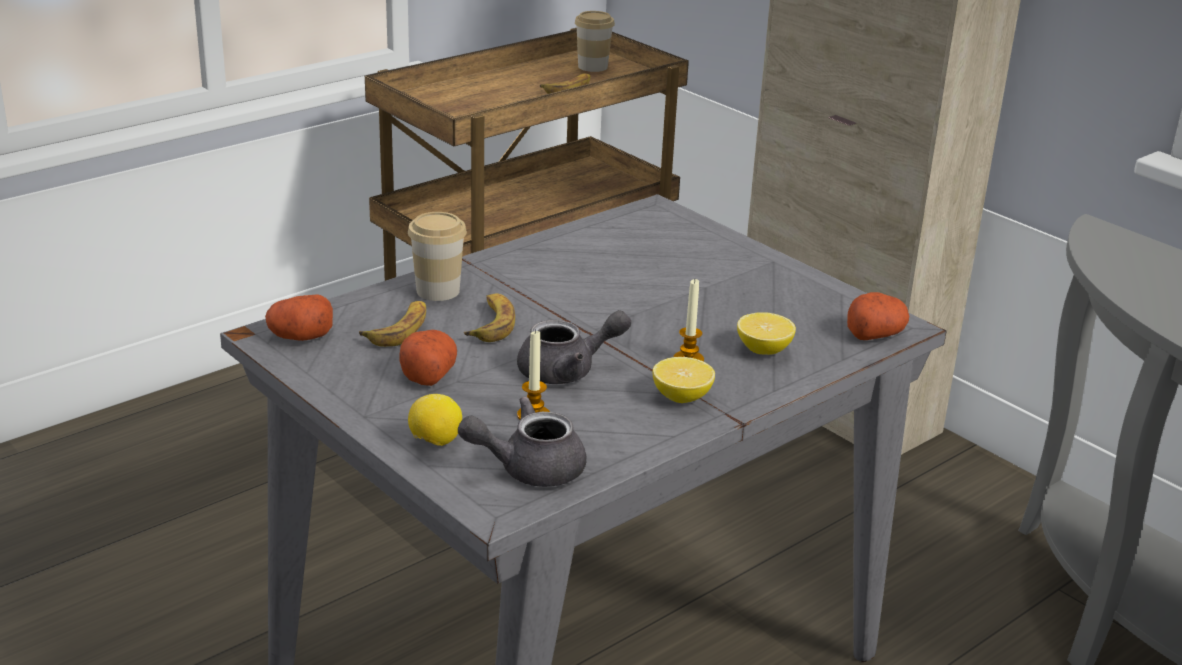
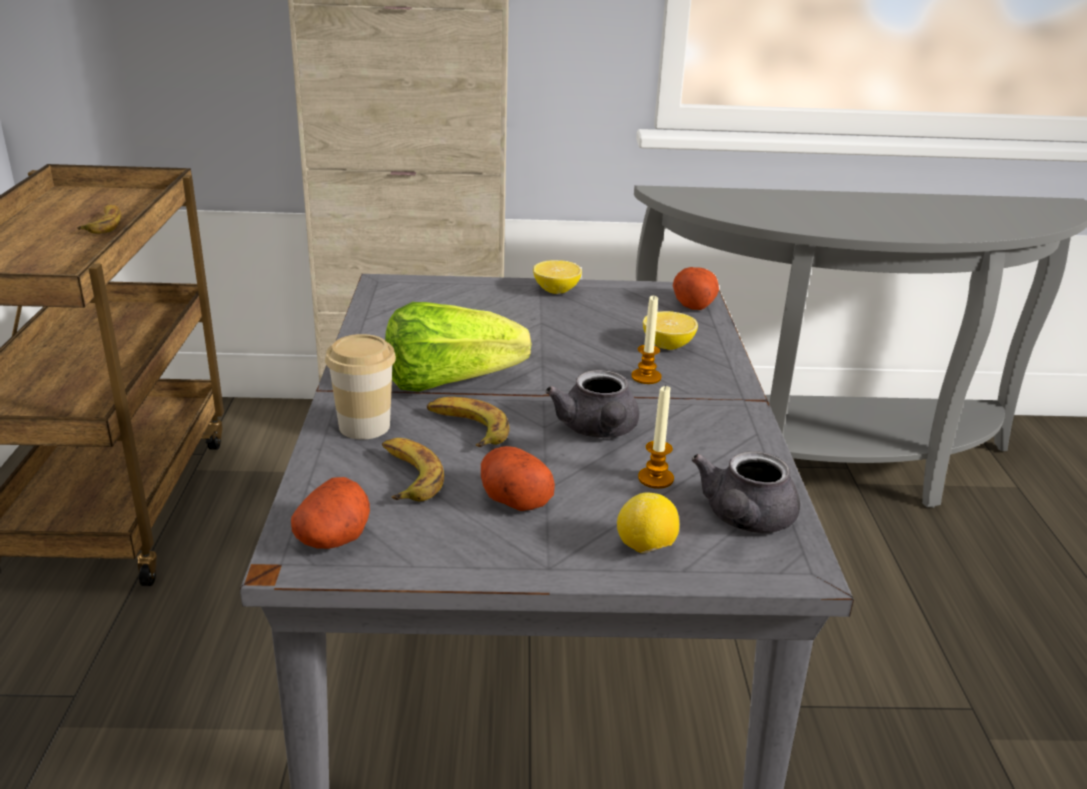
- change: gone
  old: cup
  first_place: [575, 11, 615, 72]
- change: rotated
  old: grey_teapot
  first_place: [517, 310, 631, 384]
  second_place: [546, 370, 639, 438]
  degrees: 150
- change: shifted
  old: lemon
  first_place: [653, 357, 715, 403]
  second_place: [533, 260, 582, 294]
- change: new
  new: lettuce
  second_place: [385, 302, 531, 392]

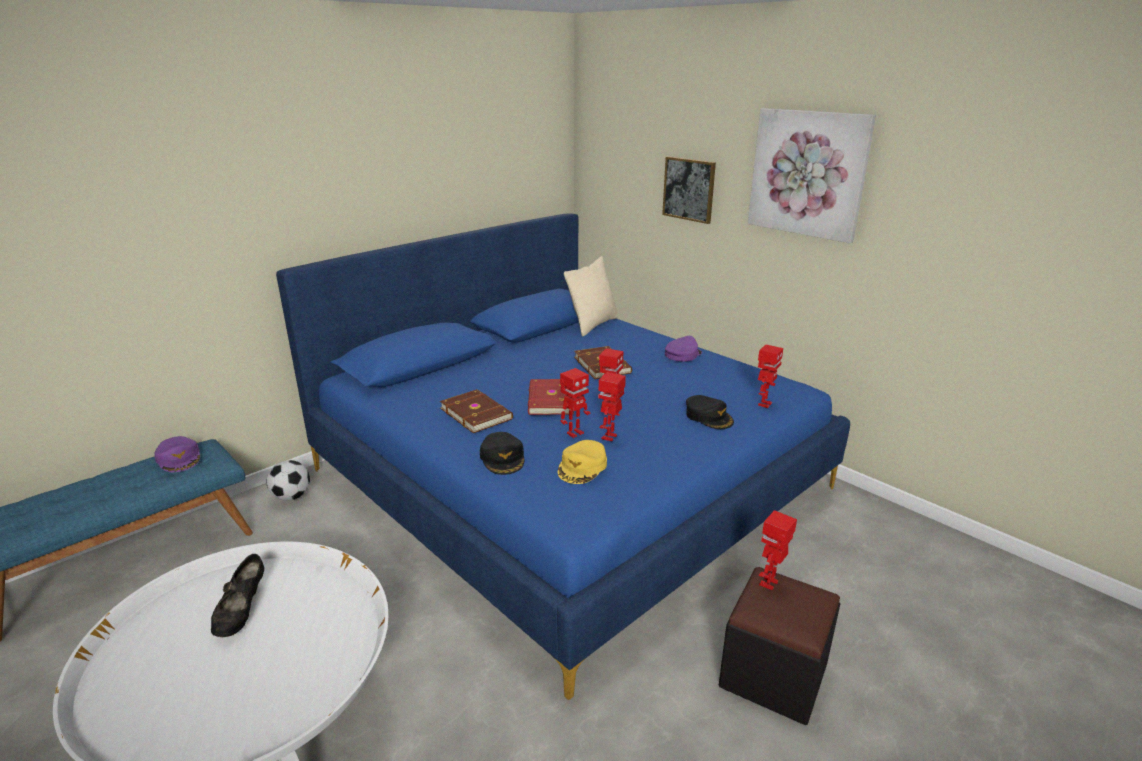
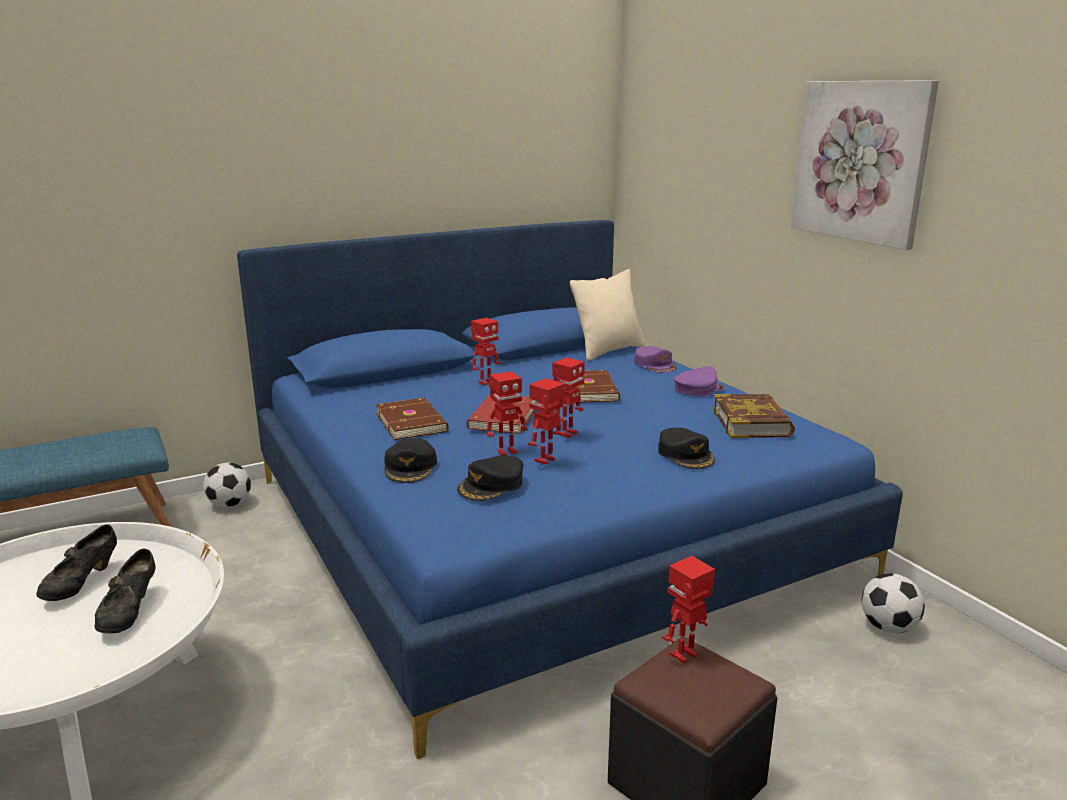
- change: gone
  old: picture
  first_place: [662, 156, 716, 224]
- change: shifted
  old: toy_robot
  first_place: [758, 344, 783, 408]
  second_place: [471, 318, 501, 386]
- change: shifted
  old: purple_cap
  first_place: [155, 436, 200, 472]
  second_place: [634, 346, 677, 373]
- change: repainted
  old: yellow_cap
  new: black_cap
  first_place: [558, 440, 607, 484]
  second_place: [457, 455, 523, 501]
- change: new
  new: book
  second_place: [713, 394, 795, 438]
- change: new
  new: black_shoe
  second_place: [94, 549, 155, 634]
- change: new
  new: football
  second_place: [861, 573, 925, 633]

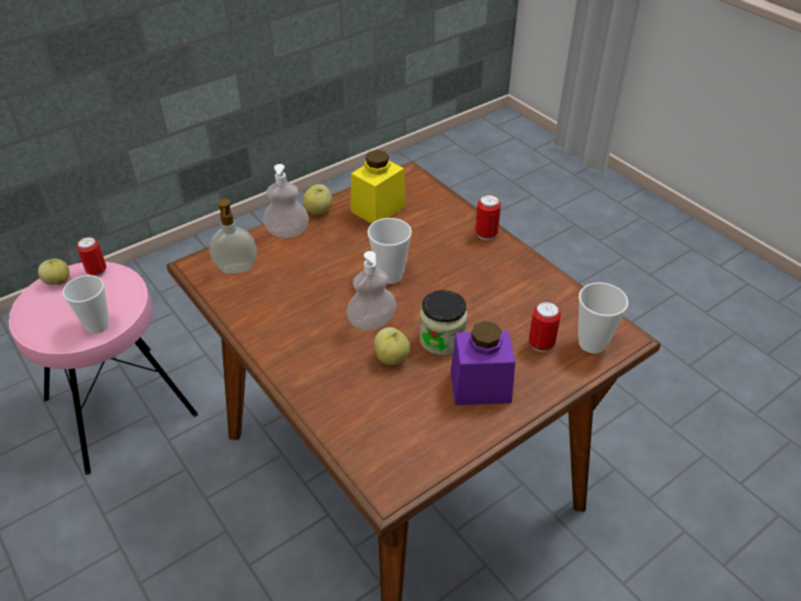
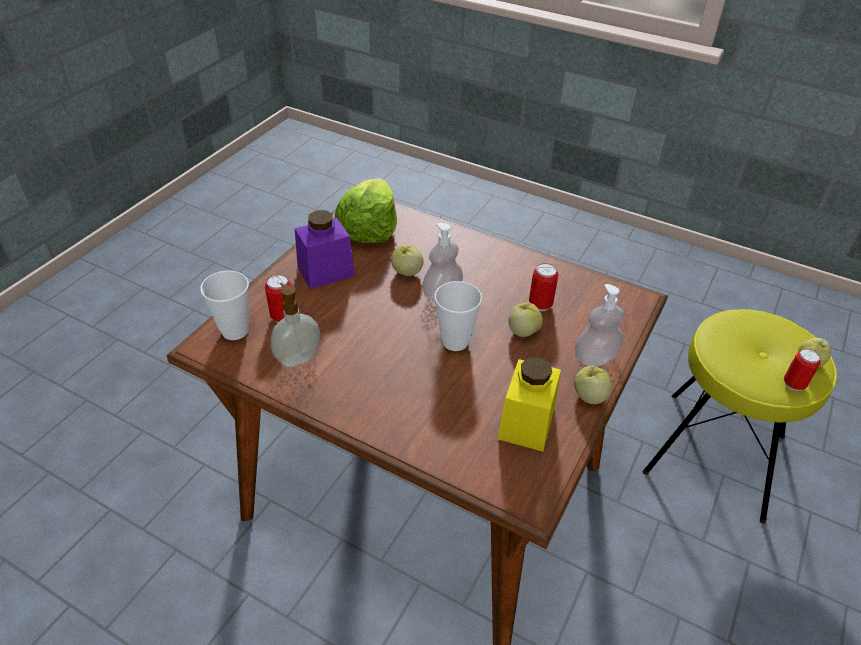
- change: shifted
  old: can
  first_place: [475, 194, 501, 240]
  second_place: [529, 263, 558, 311]
- change: shifted
  old: soap_dispenser
  first_place: [209, 199, 257, 274]
  second_place: [271, 283, 320, 367]
- change: repainted
  old: pink_stool
  new: yellow_stool
  first_place: [9, 262, 198, 475]
  second_place: [643, 309, 837, 524]
- change: gone
  old: cup
  first_place: [63, 275, 109, 334]
- change: gone
  old: jar
  first_place: [419, 290, 468, 355]
- change: new
  new: lettuce
  second_place: [335, 178, 397, 243]
- change: new
  new: apple
  second_place: [509, 303, 543, 337]

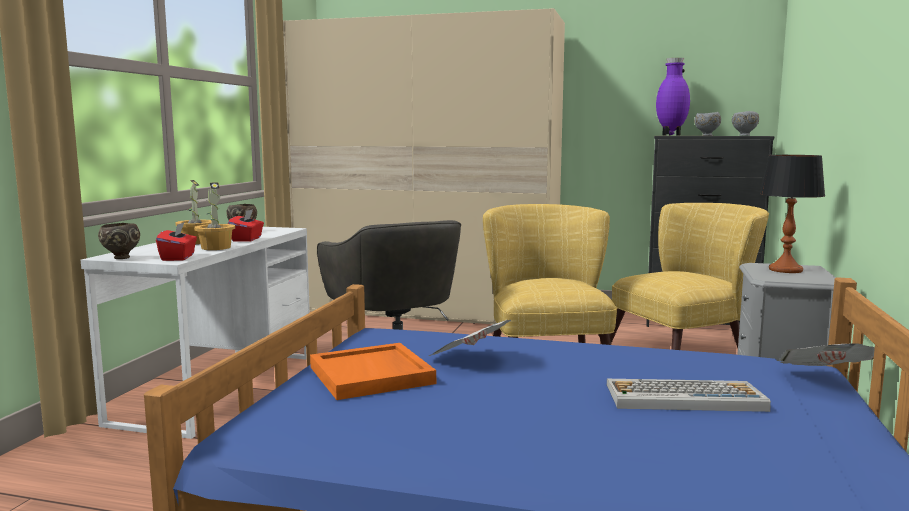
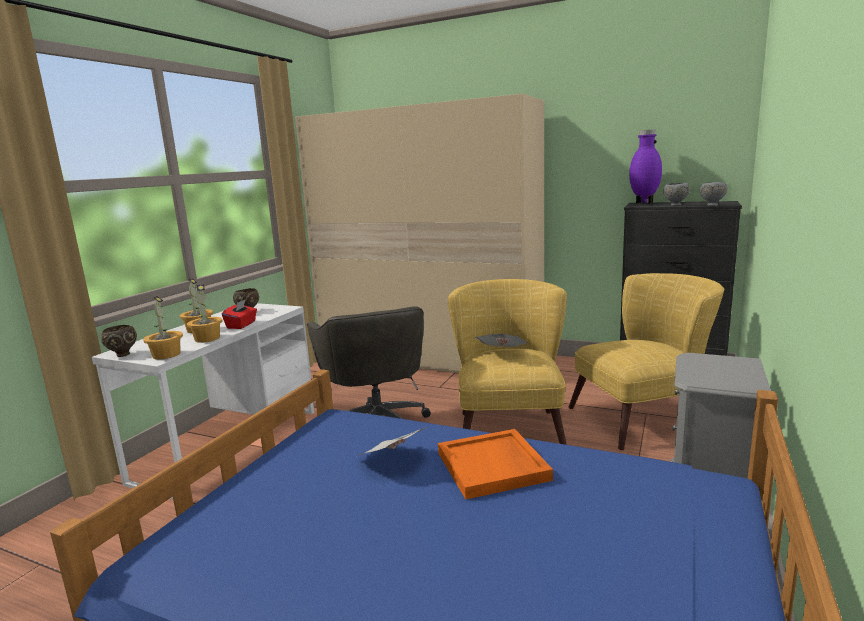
- change: gone
  old: table_lamp
  first_place: [760, 155, 825, 273]
- change: swapped
  old: red_tissue_box
  new: potted_plant
  first_place: [156, 222, 197, 261]
  second_place: [143, 296, 183, 360]
- change: shifted
  old: orange_tray
  first_place: [310, 343, 436, 400]
  second_place: [438, 429, 553, 499]
- change: shifted
  old: newspaper
  first_place: [780, 343, 875, 366]
  second_place: [474, 334, 528, 347]
- change: gone
  old: keyboard
  first_place: [607, 379, 771, 412]

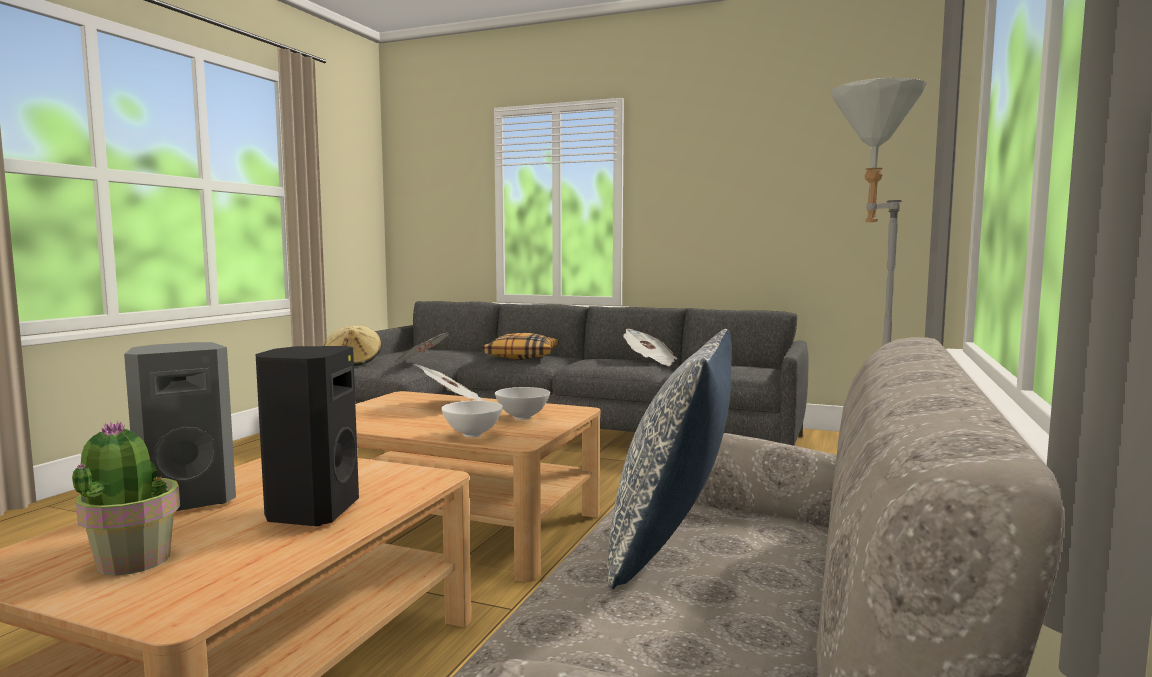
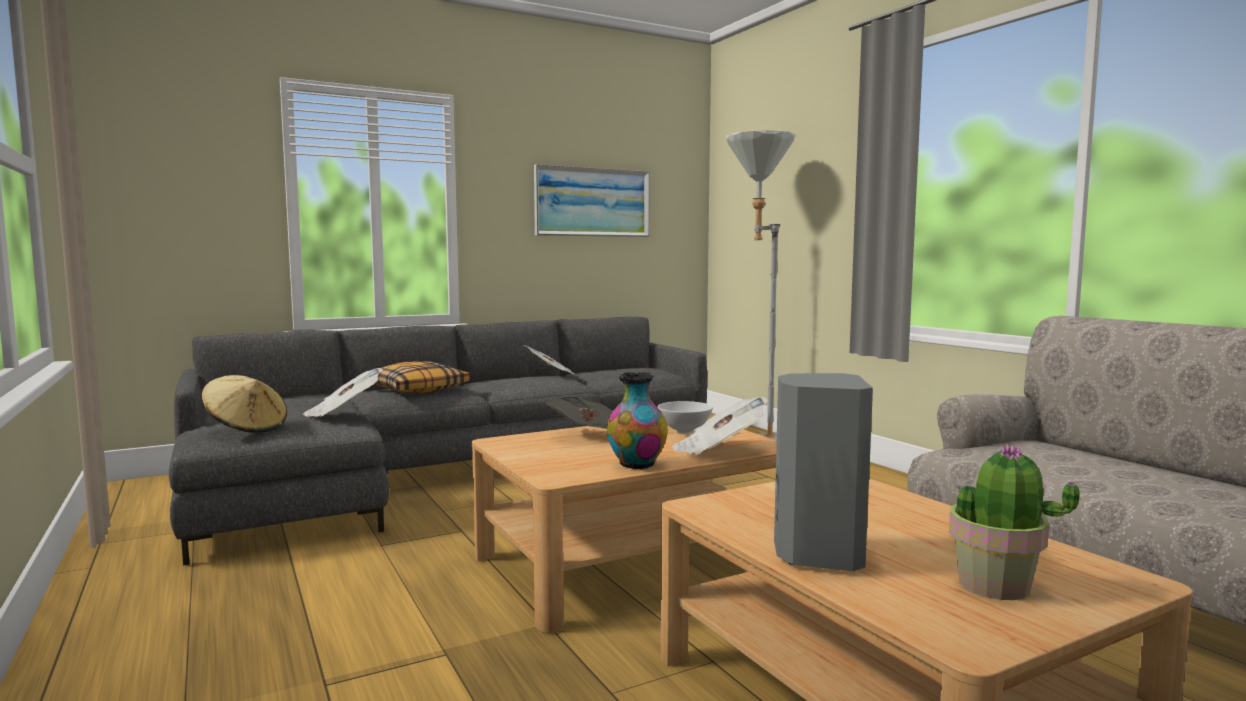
- change: gone
  old: pillow
  first_place: [607, 329, 732, 589]
- change: gone
  old: black_speaker
  first_place: [256, 346, 359, 526]
- change: swapped
  old: white_bowl
  new: newspaper
  first_place: [441, 401, 503, 437]
  second_place: [672, 397, 768, 455]
- change: new
  new: picture
  second_place: [534, 164, 650, 237]
- change: new
  new: vase
  second_place: [607, 372, 668, 470]

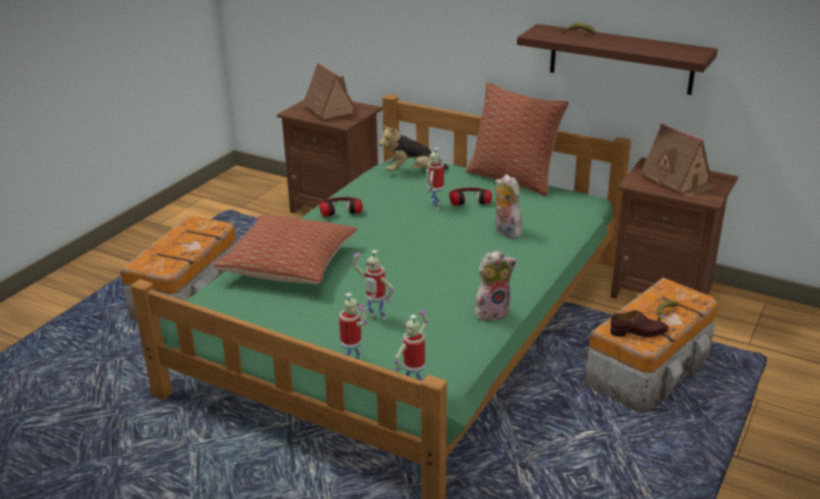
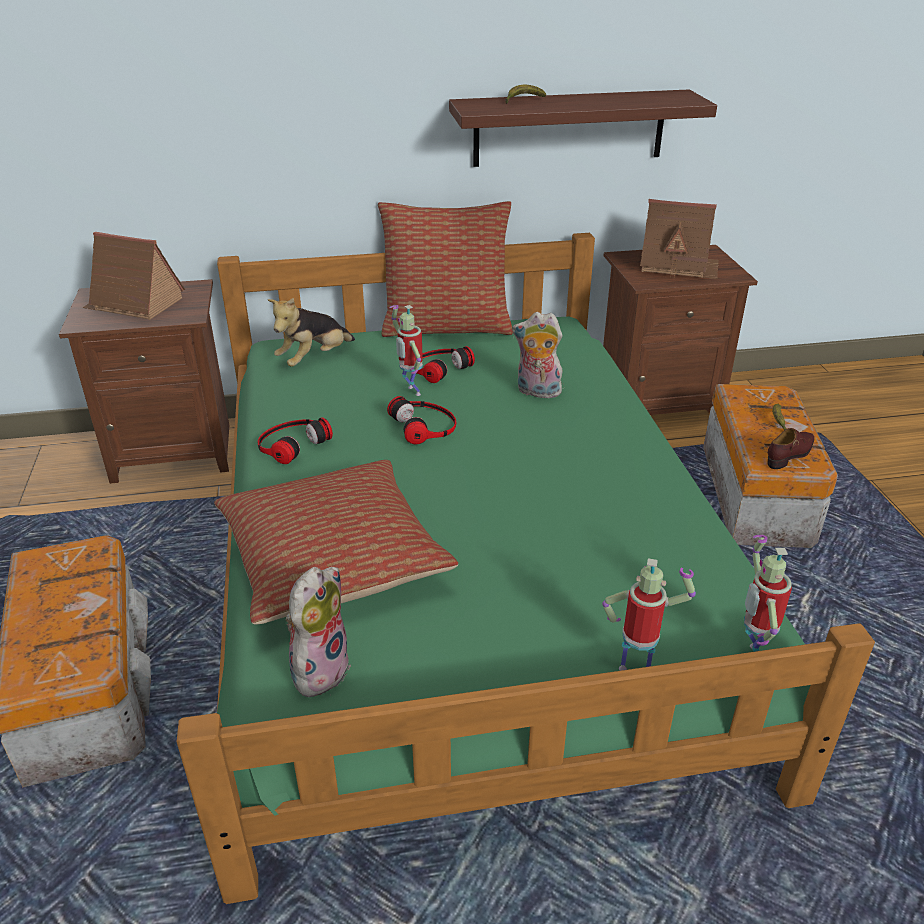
- change: gone
  old: toy_robot
  first_place: [352, 250, 394, 320]
- change: shifted
  old: plush_toy
  first_place: [475, 250, 516, 323]
  second_place: [286, 567, 351, 702]
- change: new
  new: headphones
  second_place: [387, 396, 456, 444]

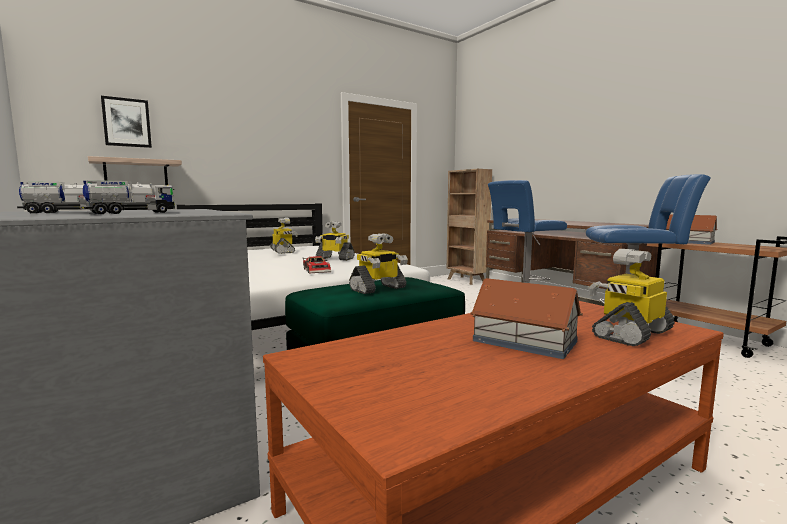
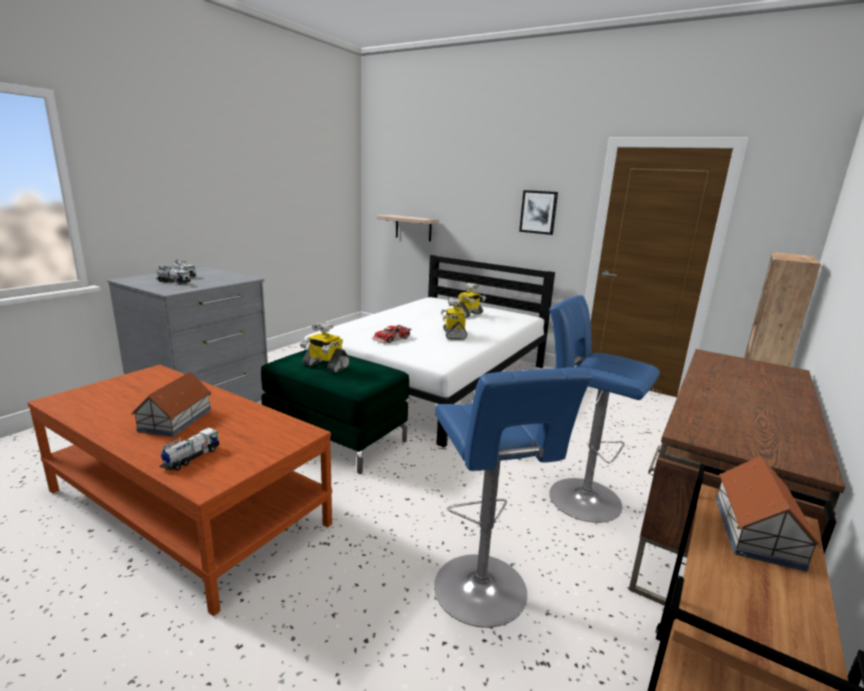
- change: shifted
  old: picture
  first_place: [101, 96, 152, 148]
  second_place: [519, 190, 558, 235]
- change: swapped
  old: toy_robot
  new: toy_truck
  first_place: [588, 249, 675, 346]
  second_place: [160, 428, 219, 471]

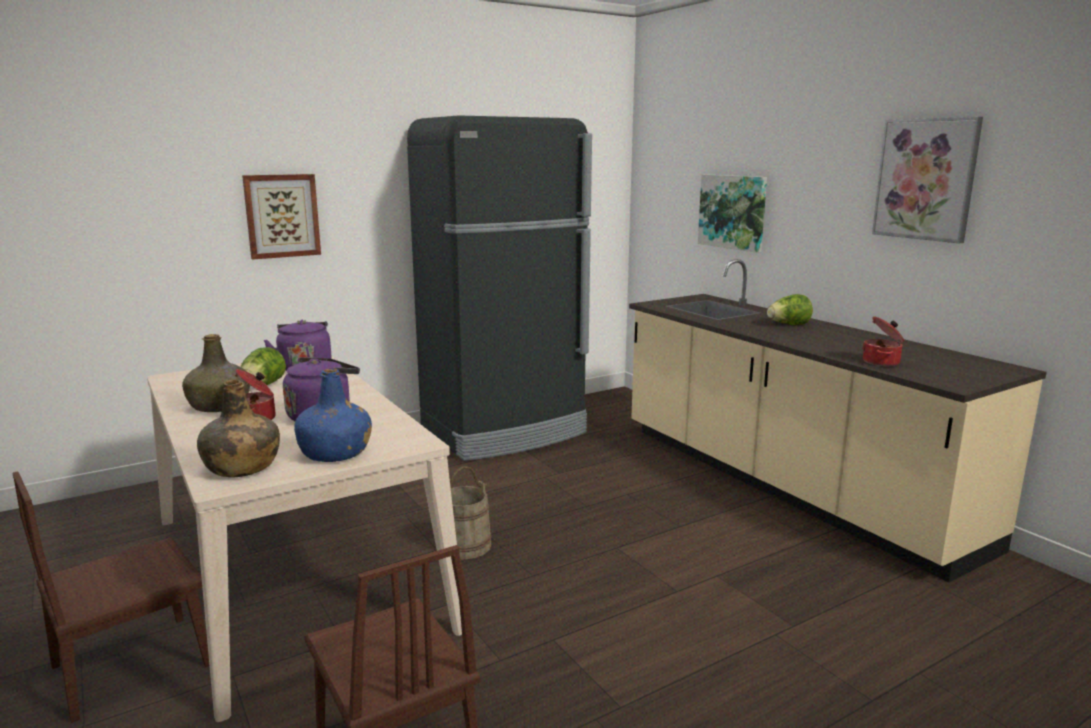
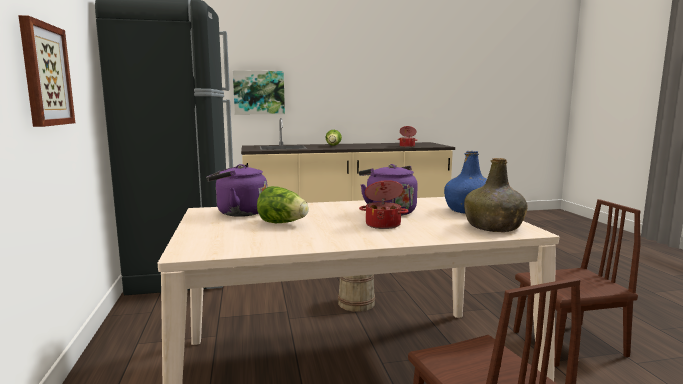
- change: gone
  old: picture
  first_place: [872, 117, 983, 243]
- change: gone
  old: green_bottle
  first_place: [182, 334, 250, 412]

